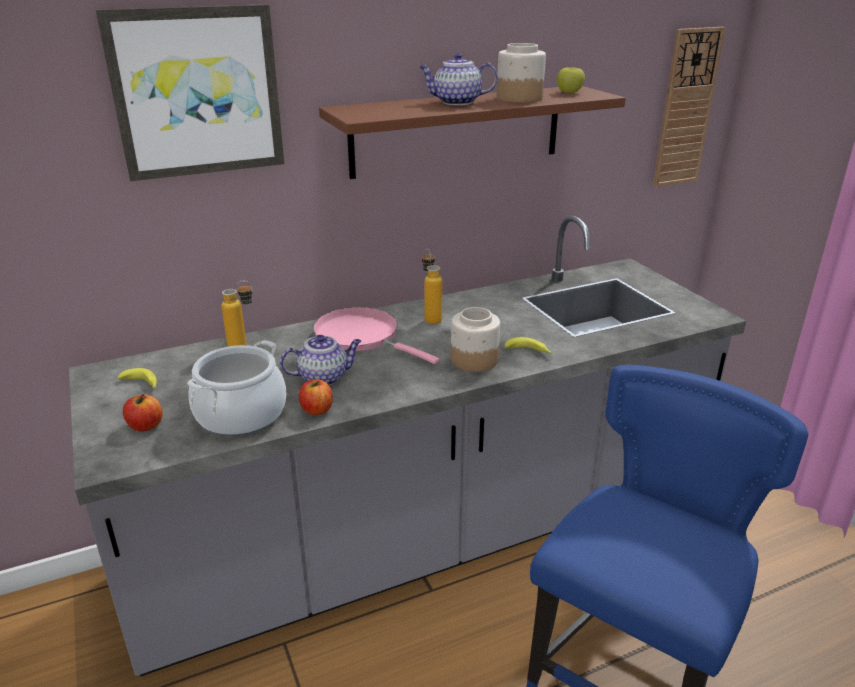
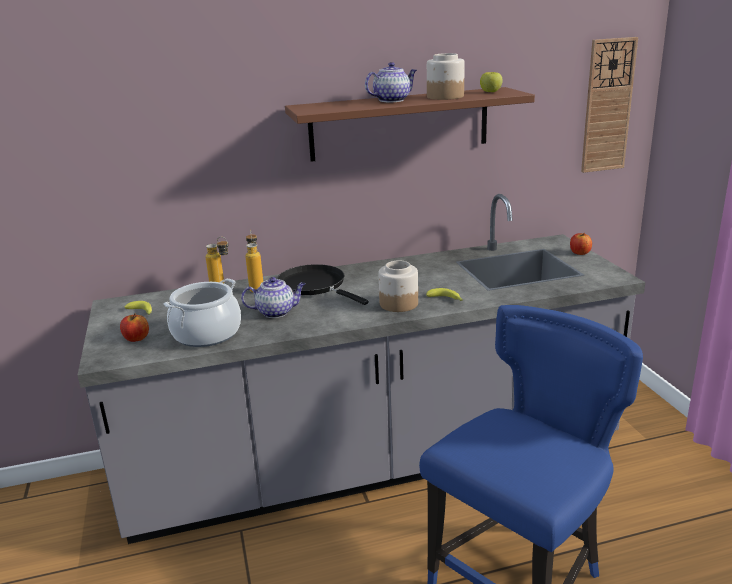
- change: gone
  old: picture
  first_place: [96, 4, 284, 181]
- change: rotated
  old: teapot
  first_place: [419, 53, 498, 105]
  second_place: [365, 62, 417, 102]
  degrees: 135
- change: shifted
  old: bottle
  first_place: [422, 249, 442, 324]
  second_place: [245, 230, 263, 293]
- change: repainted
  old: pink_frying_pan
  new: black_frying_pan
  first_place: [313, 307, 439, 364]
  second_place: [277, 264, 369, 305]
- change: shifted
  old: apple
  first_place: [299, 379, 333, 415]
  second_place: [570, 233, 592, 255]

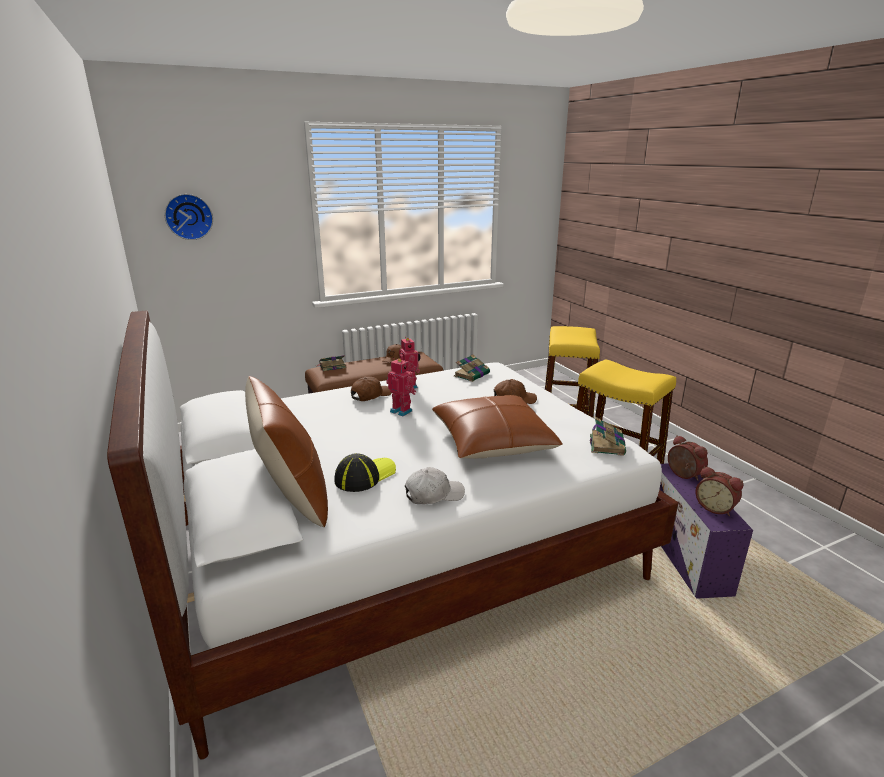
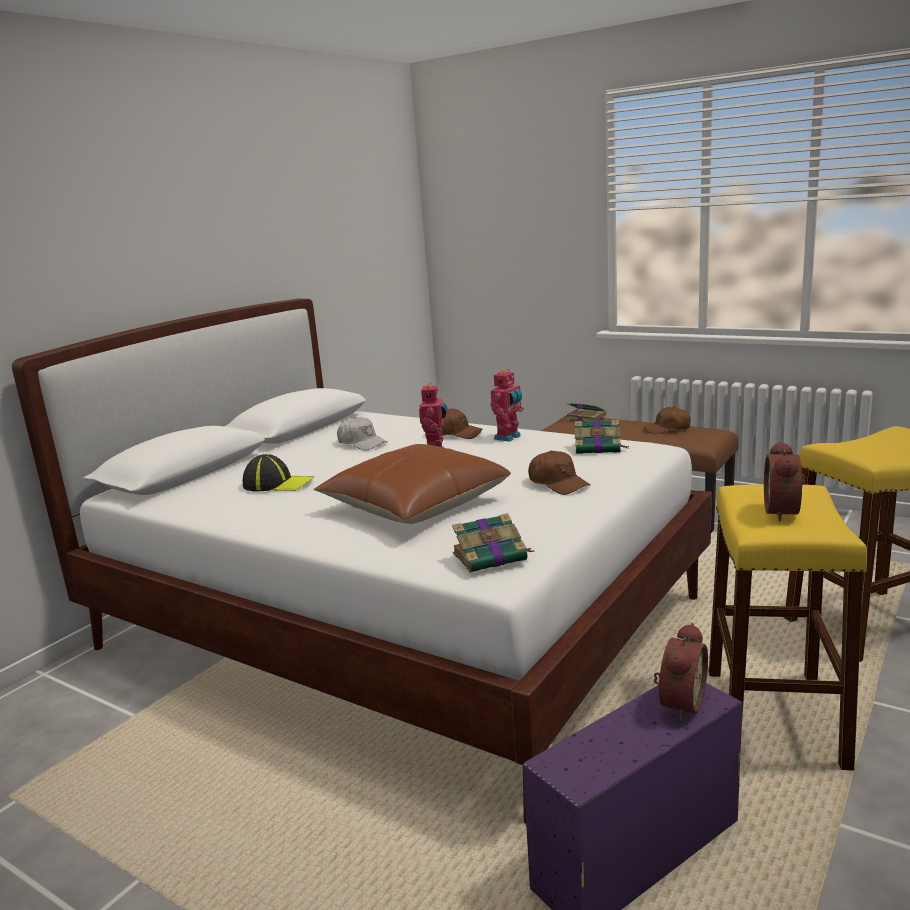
- change: gone
  old: wall_clock
  first_place: [165, 194, 213, 240]
- change: gone
  old: brown_pillow
  first_place: [245, 376, 328, 527]
- change: shifted
  old: white_cap
  first_place: [405, 467, 465, 504]
  second_place: [337, 417, 387, 451]
- change: shifted
  old: alarm_clock
  first_place: [695, 467, 743, 516]
  second_place: [764, 441, 805, 521]

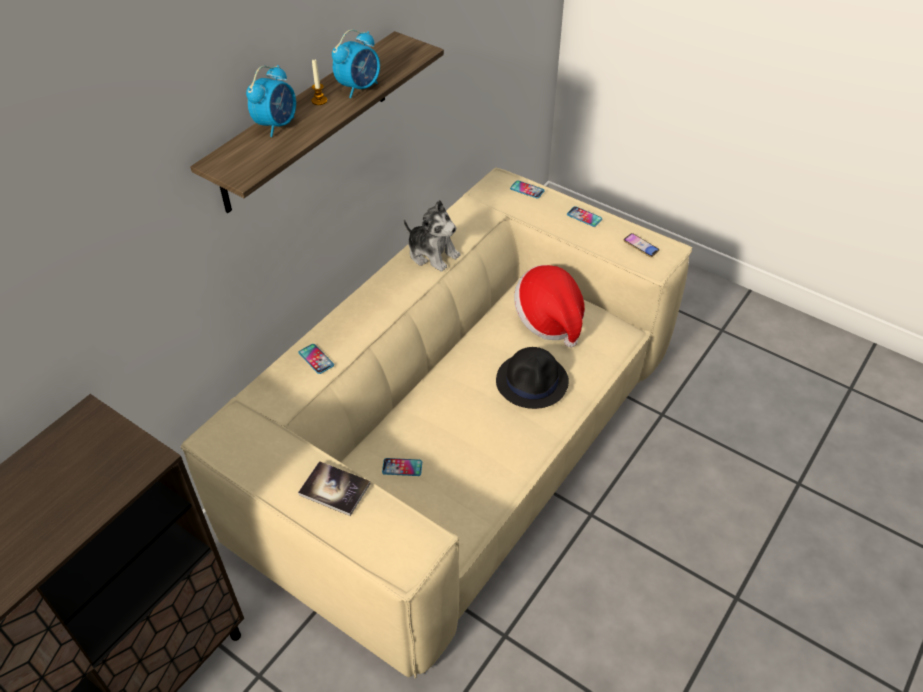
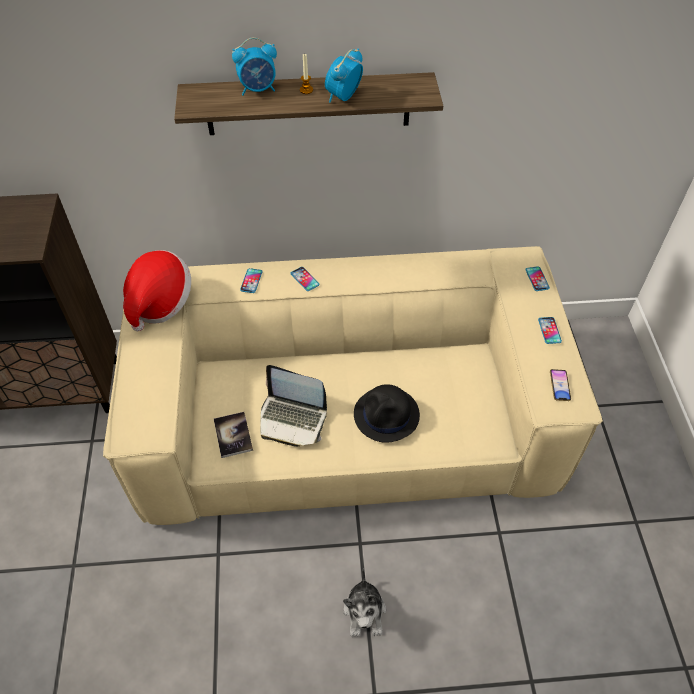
- change: rotated
  old: alarm_clock
  first_place: [332, 29, 380, 98]
  second_place: [325, 49, 363, 103]
  degrees: 120
- change: shifted
  old: plush_toy
  first_place: [403, 200, 461, 272]
  second_place: [343, 568, 386, 637]
- change: shifted
  old: hat
  first_place: [514, 265, 585, 347]
  second_place: [123, 250, 191, 331]
- change: shifted
  old: phone
  first_place: [382, 458, 422, 476]
  second_place: [290, 267, 320, 291]
- change: shifted
  old: book
  first_place: [298, 461, 370, 516]
  second_place: [214, 412, 253, 458]
- change: new
  new: laptop
  second_place: [260, 365, 327, 447]

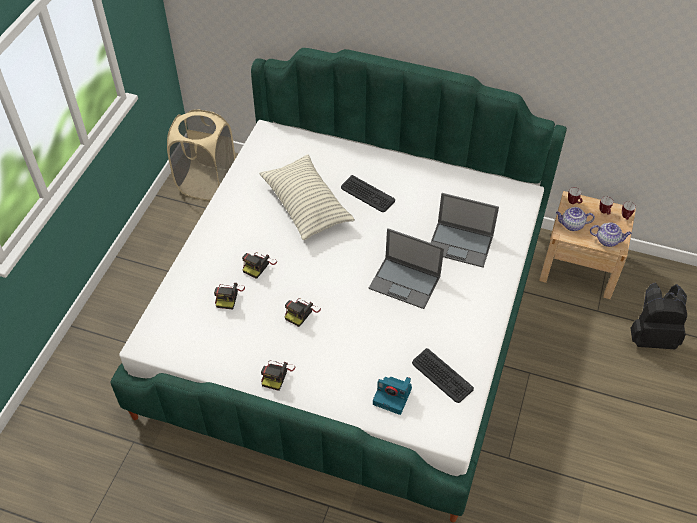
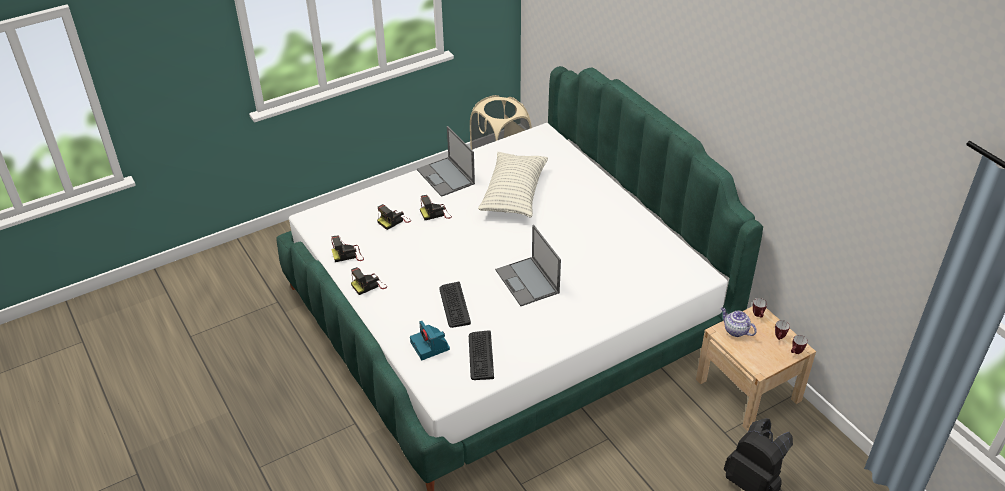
- change: shifted
  old: keyboard
  first_place: [341, 175, 395, 212]
  second_place: [439, 282, 471, 328]
- change: shifted
  old: laptop
  first_place: [430, 193, 499, 268]
  second_place: [417, 126, 475, 197]
- change: gone
  old: teapot
  first_place: [590, 222, 632, 247]
- change: shifted
  old: photo_camera
  first_place: [285, 298, 321, 327]
  second_place: [331, 236, 364, 262]

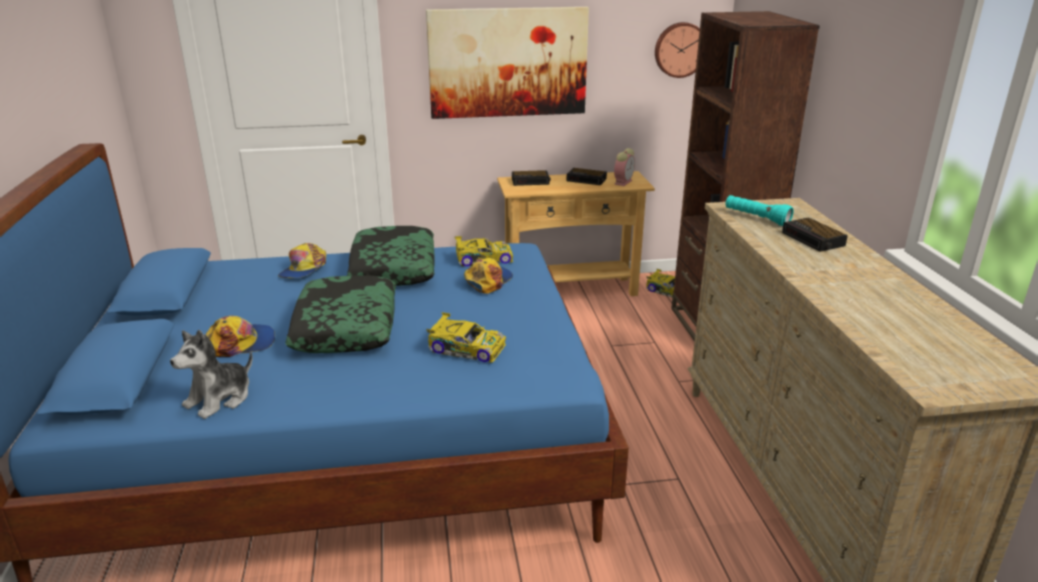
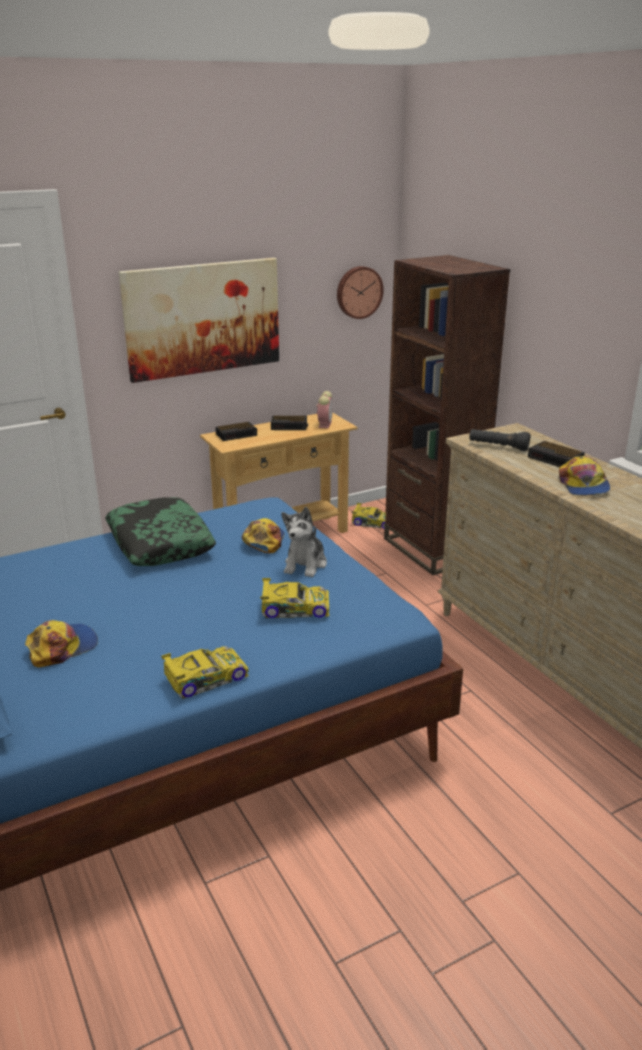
- change: repainted
  old: turquoise_flashlight
  new: black_flashlight
  first_place: [726, 195, 794, 226]
  second_place: [469, 429, 530, 451]
- change: shifted
  old: toy_car
  first_place: [455, 236, 513, 266]
  second_place: [161, 646, 248, 699]
- change: shifted
  old: cap
  first_place: [278, 243, 326, 278]
  second_place: [559, 456, 610, 496]
- change: gone
  old: pillow
  first_place: [286, 275, 396, 353]
- change: shifted
  old: plush_toy
  first_place: [170, 330, 252, 419]
  second_place: [281, 507, 327, 577]

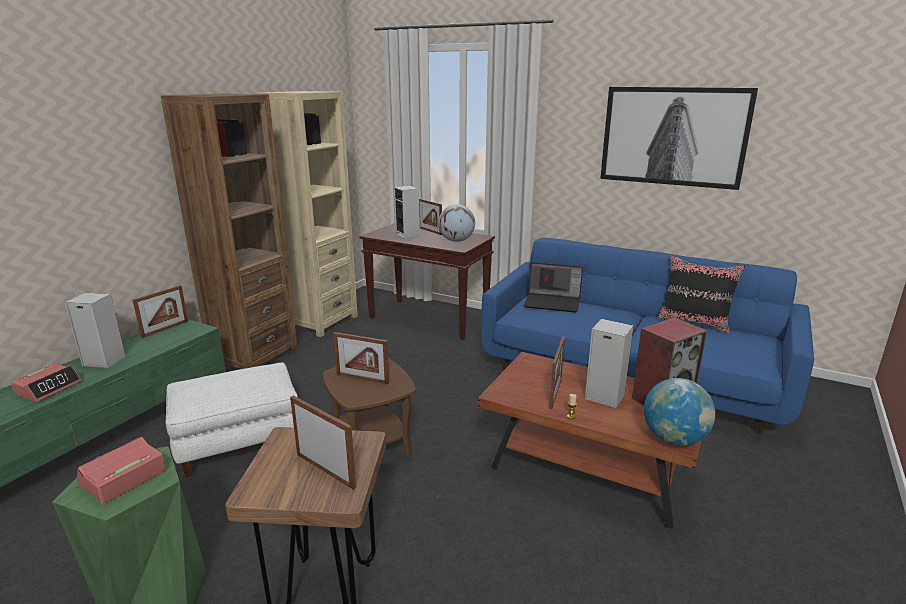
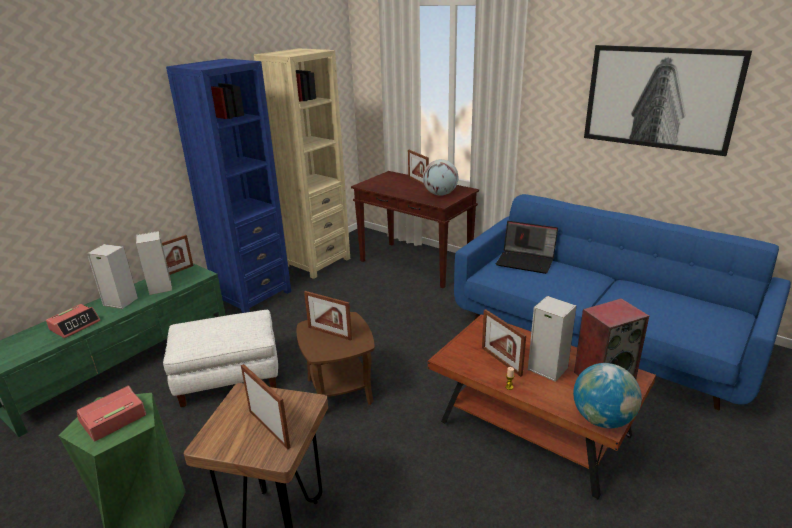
- change: repainted
  old: brown_bookcase
  new: blue_bookcase
  first_place: [161, 93, 298, 369]
  second_place: [166, 59, 291, 313]
- change: shifted
  old: speaker
  first_place: [393, 185, 420, 239]
  second_place: [136, 231, 172, 295]
- change: gone
  old: black_pillow
  first_place: [657, 255, 745, 334]
- change: rotated
  old: picture_frame
  first_place: [549, 336, 565, 409]
  second_place: [482, 309, 526, 377]
  degrees: 120

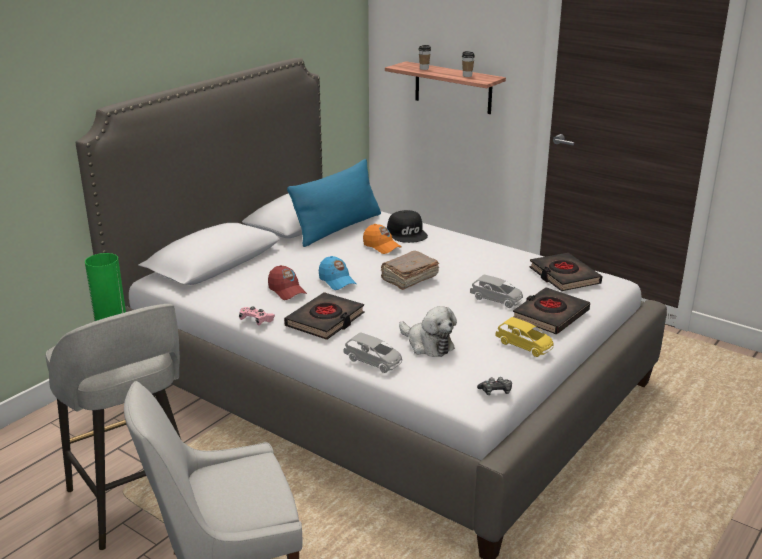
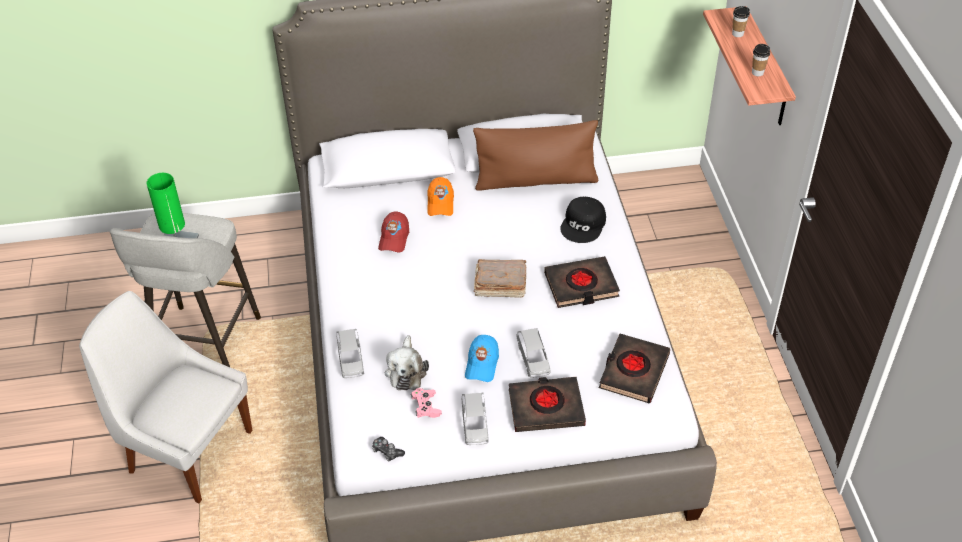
- change: repainted
  old: blue_pillow
  new: brown_pillow
  first_place: [287, 159, 381, 247]
  second_place: [473, 120, 598, 190]
- change: shifted
  old: orange_cap
  first_place: [363, 224, 402, 254]
  second_place: [427, 177, 454, 216]
- change: shifted
  old: blue_cap
  first_place: [319, 256, 357, 290]
  second_place: [465, 335, 499, 382]
- change: shifted
  old: black_book
  first_place: [284, 292, 365, 340]
  second_place: [544, 256, 620, 308]
- change: shifted
  old: pink_game_controller
  first_place: [239, 306, 275, 325]
  second_place: [410, 388, 442, 418]
- change: repainted
  old: yellow_toy_car
  new: grey_toy_car
  first_place: [496, 317, 554, 357]
  second_place: [461, 392, 489, 445]

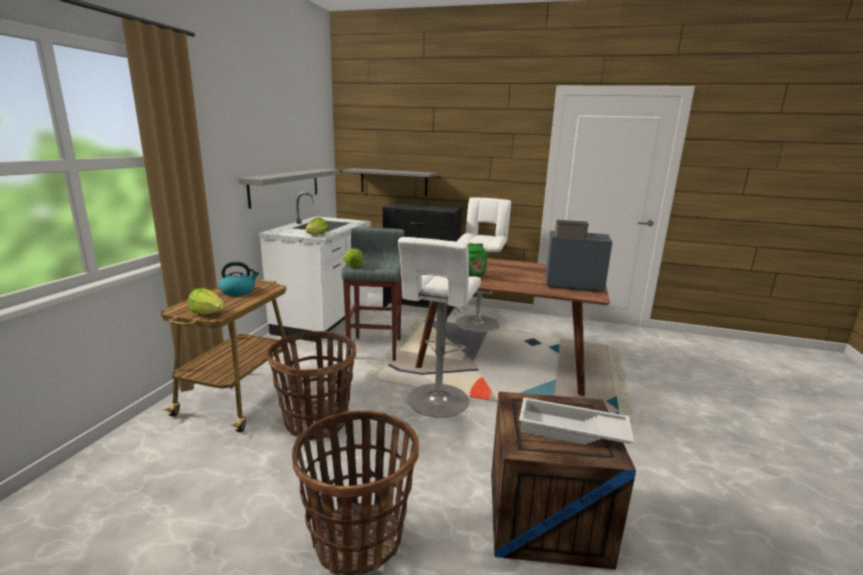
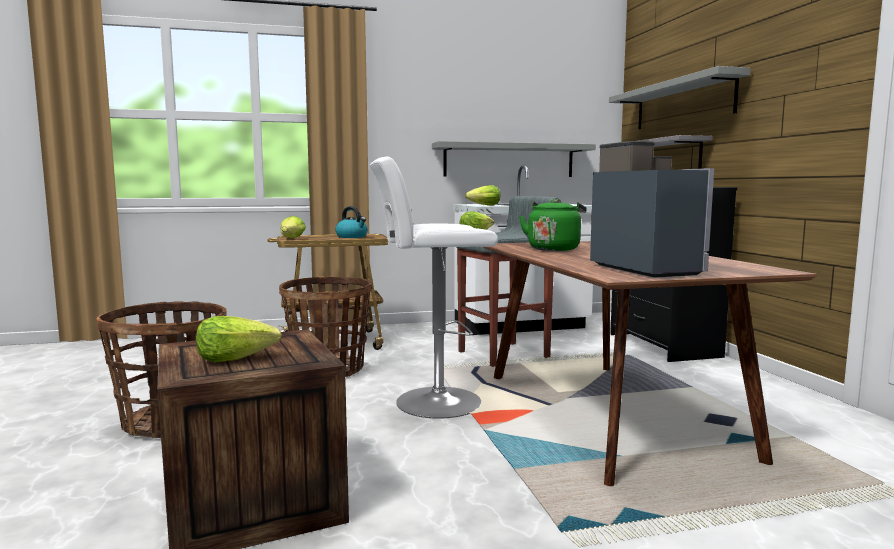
- change: gone
  old: white_stool
  first_place: [456, 197, 511, 332]
- change: swapped
  old: white_tray
  new: lettuce
  first_place: [519, 398, 634, 445]
  second_place: [196, 316, 282, 362]
- change: new
  new: grey_shelf
  second_place: [609, 66, 751, 129]

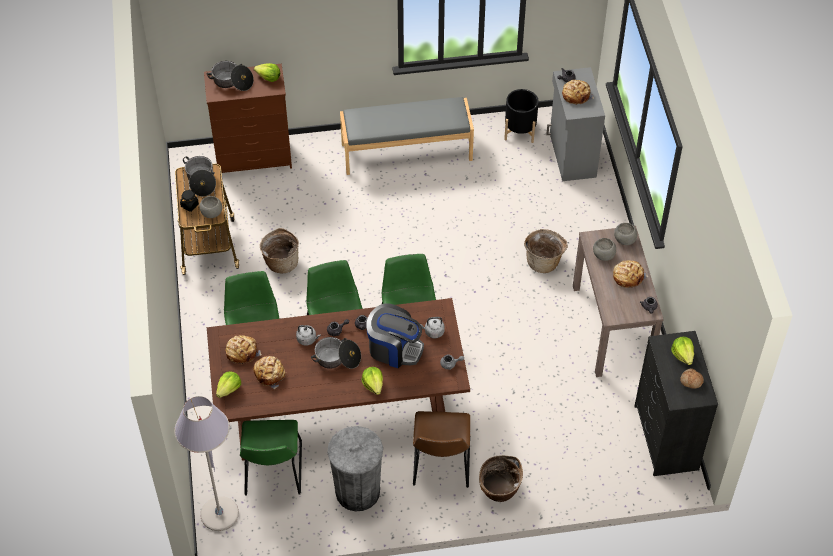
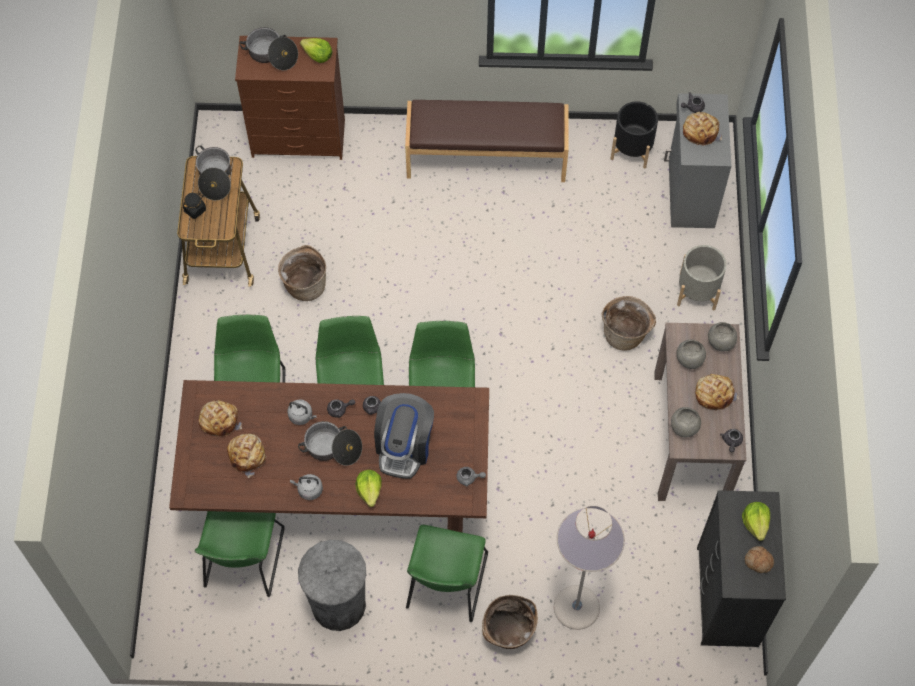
- change: repainted
  old: grey_bench
  new: brown_bench
  first_place: [340, 97, 474, 175]
  second_place: [405, 100, 569, 182]
- change: shifted
  old: grey_bowl
  first_place: [199, 196, 222, 218]
  second_place: [671, 407, 701, 438]
- change: rotated
  old: coffee_machine
  first_place: [366, 303, 424, 368]
  second_place: [374, 393, 434, 479]
  degrees: 75
- change: shifted
  old: grey_kettle
  first_place: [420, 317, 445, 338]
  second_place: [290, 474, 323, 500]
- change: gone
  old: lettuce
  first_place: [216, 371, 241, 398]
- change: shifted
  old: grey_floor_lamp
  first_place: [174, 396, 239, 531]
  second_place: [554, 506, 625, 630]
- change: repainted
  old: brown_chair
  new: green_chair
  first_place: [413, 411, 470, 488]
  second_place: [406, 525, 488, 622]
- change: new
  new: grey_planter
  second_place: [677, 245, 727, 311]

